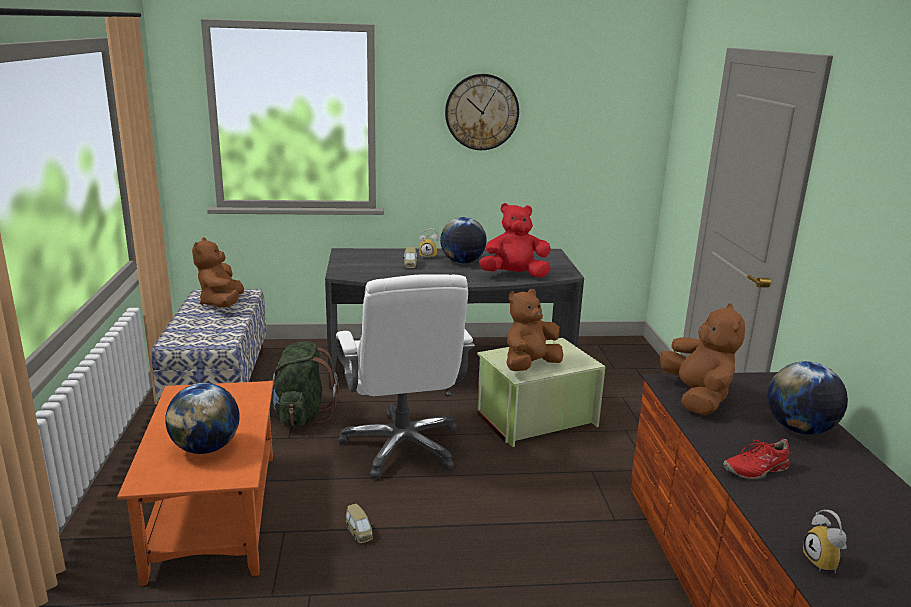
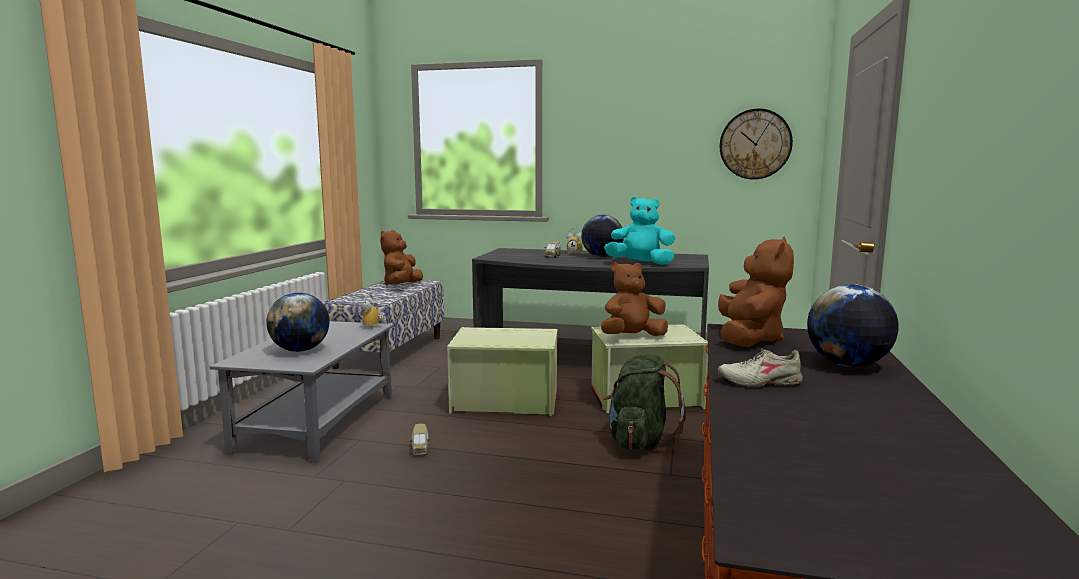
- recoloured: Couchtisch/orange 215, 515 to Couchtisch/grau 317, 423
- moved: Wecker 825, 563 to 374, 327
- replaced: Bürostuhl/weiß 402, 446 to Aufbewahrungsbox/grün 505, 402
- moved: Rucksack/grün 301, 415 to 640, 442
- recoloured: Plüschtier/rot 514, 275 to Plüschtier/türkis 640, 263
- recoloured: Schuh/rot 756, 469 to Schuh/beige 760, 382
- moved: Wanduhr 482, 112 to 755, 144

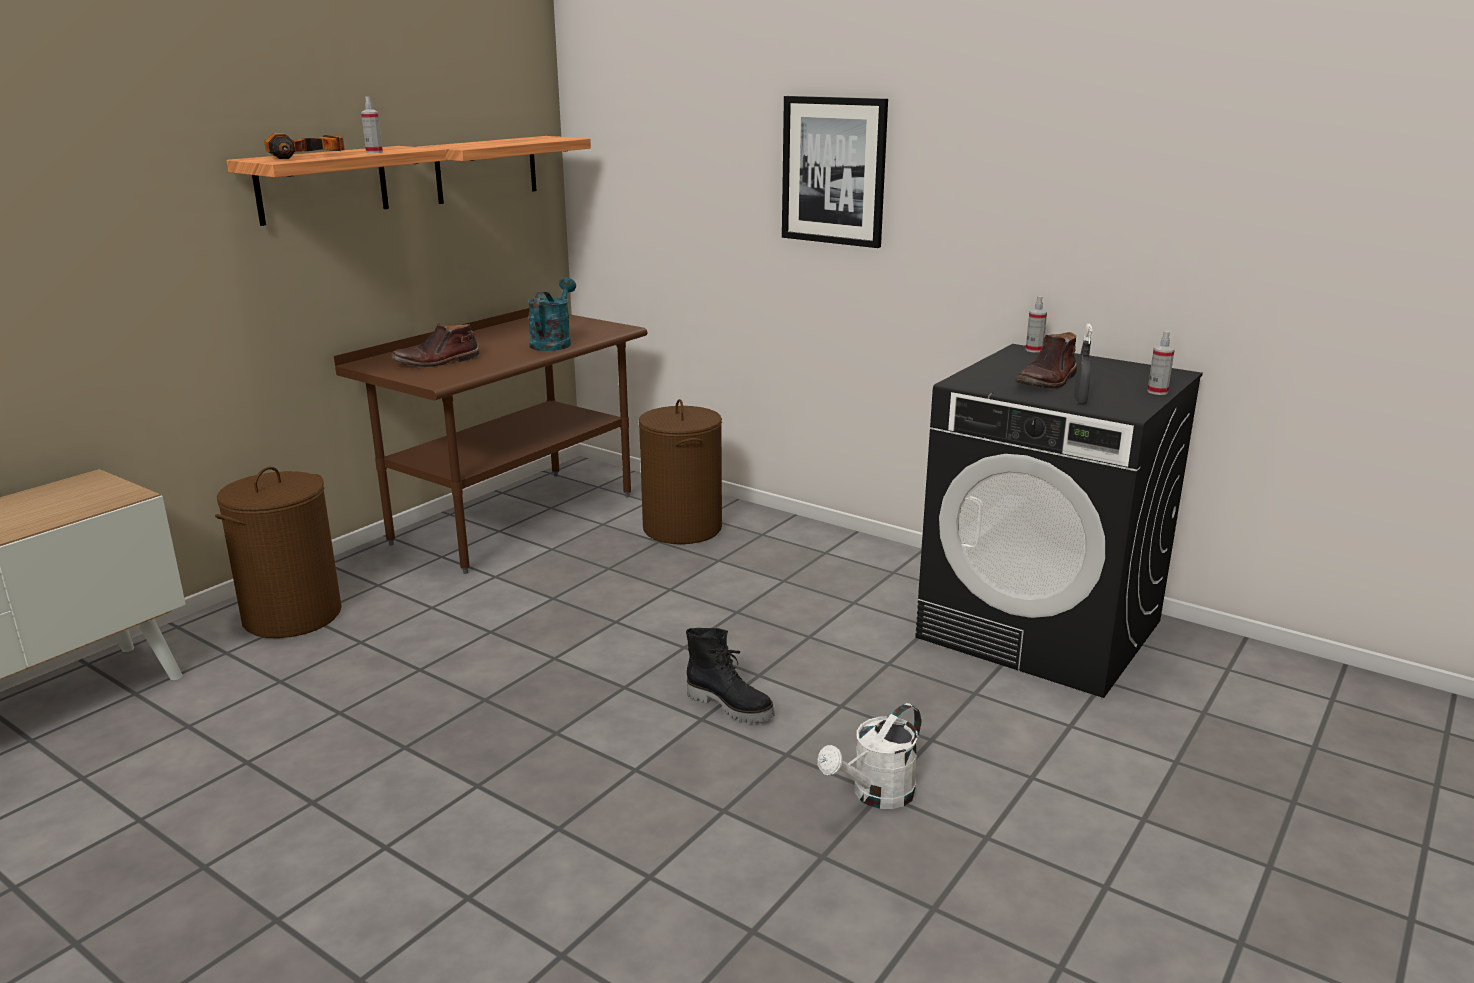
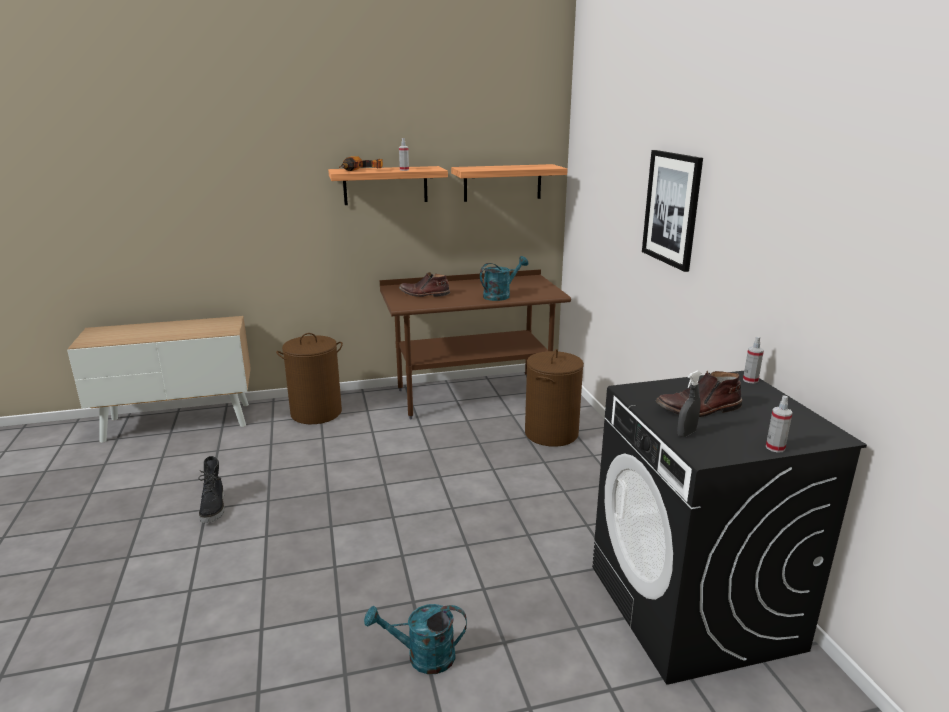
- moved: Stiefel/schwarz 731, 705 to 214, 508
- recoloured: Gießkanne/weiß 876, 795 to Gießkanne/türkis 422, 657

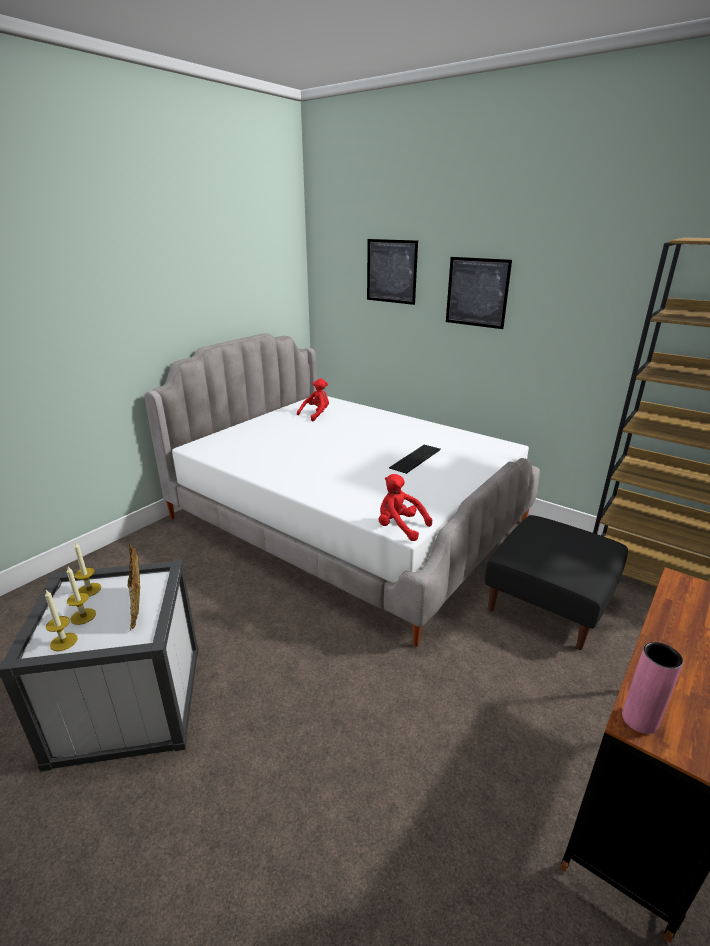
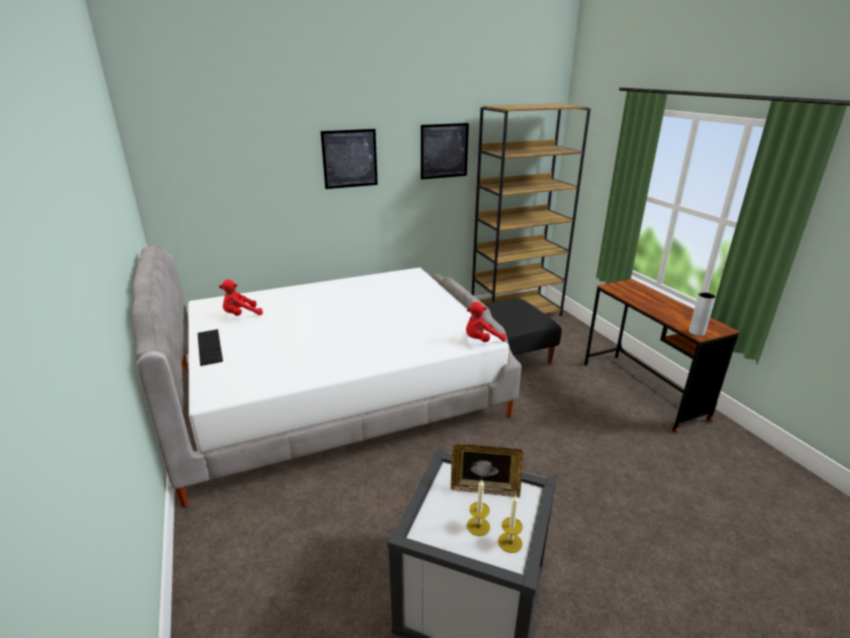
- moved: Tastatur 415, 458 to 209, 347
- turned: Plüschtier/rot 316, 414 = 241, 315 105 degrees counterclockwise
- moved: Bild 391, 271 to 444, 151
- recoloured: Vase/rosa 639, 719 to Vase/grau 696, 332
- removed: Kerze 89, 590

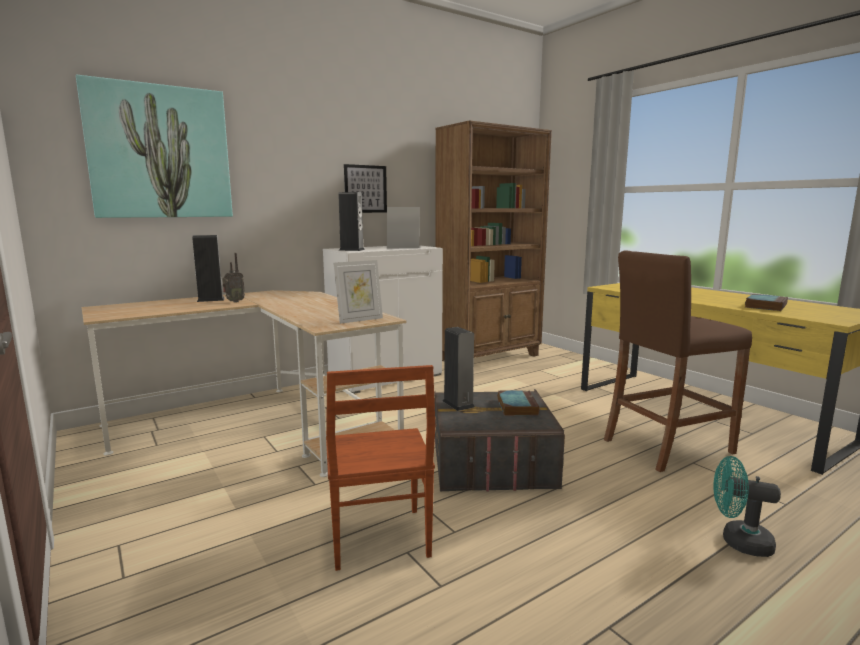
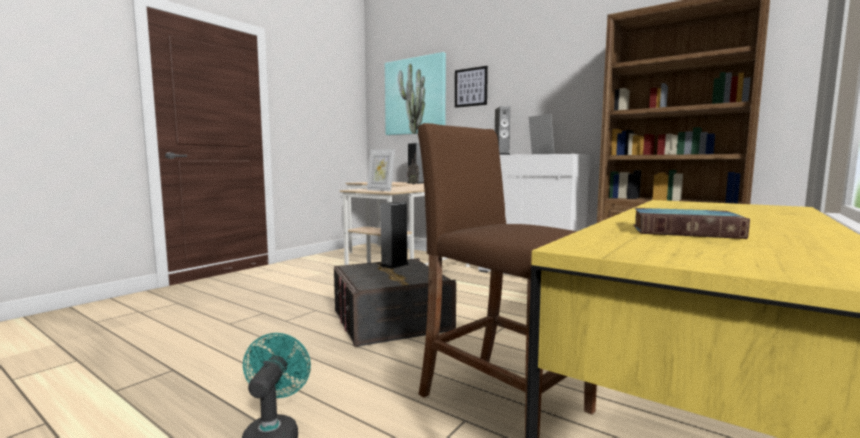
- moved: Bild 365, 189 to 471, 87
- removed: Stuhl/braun 377, 539
- removed: Buch 516, 406

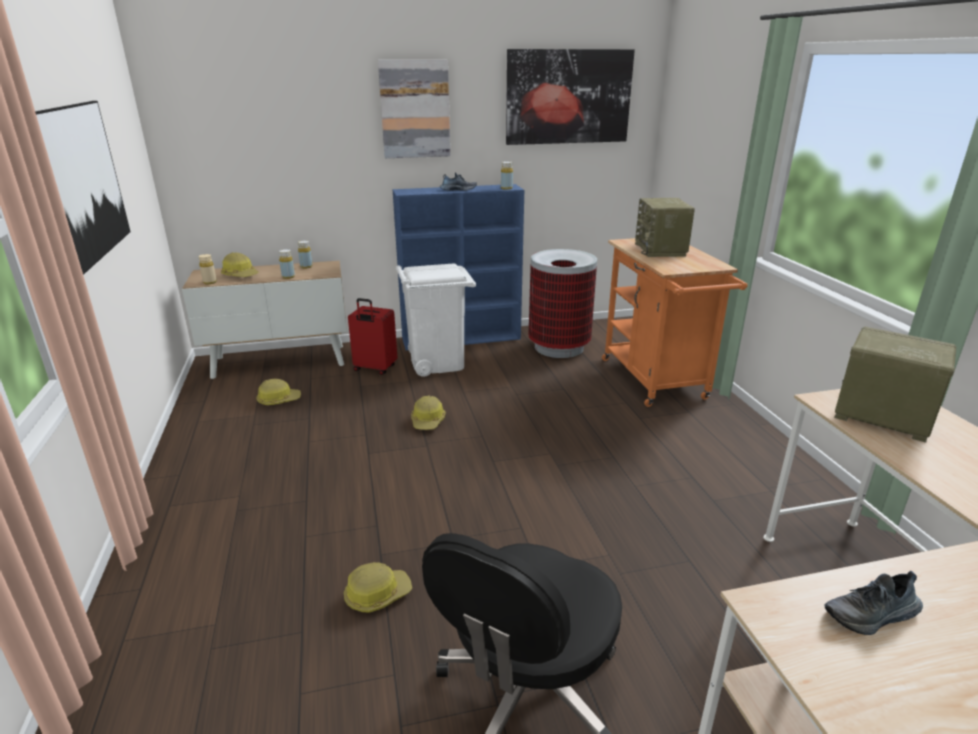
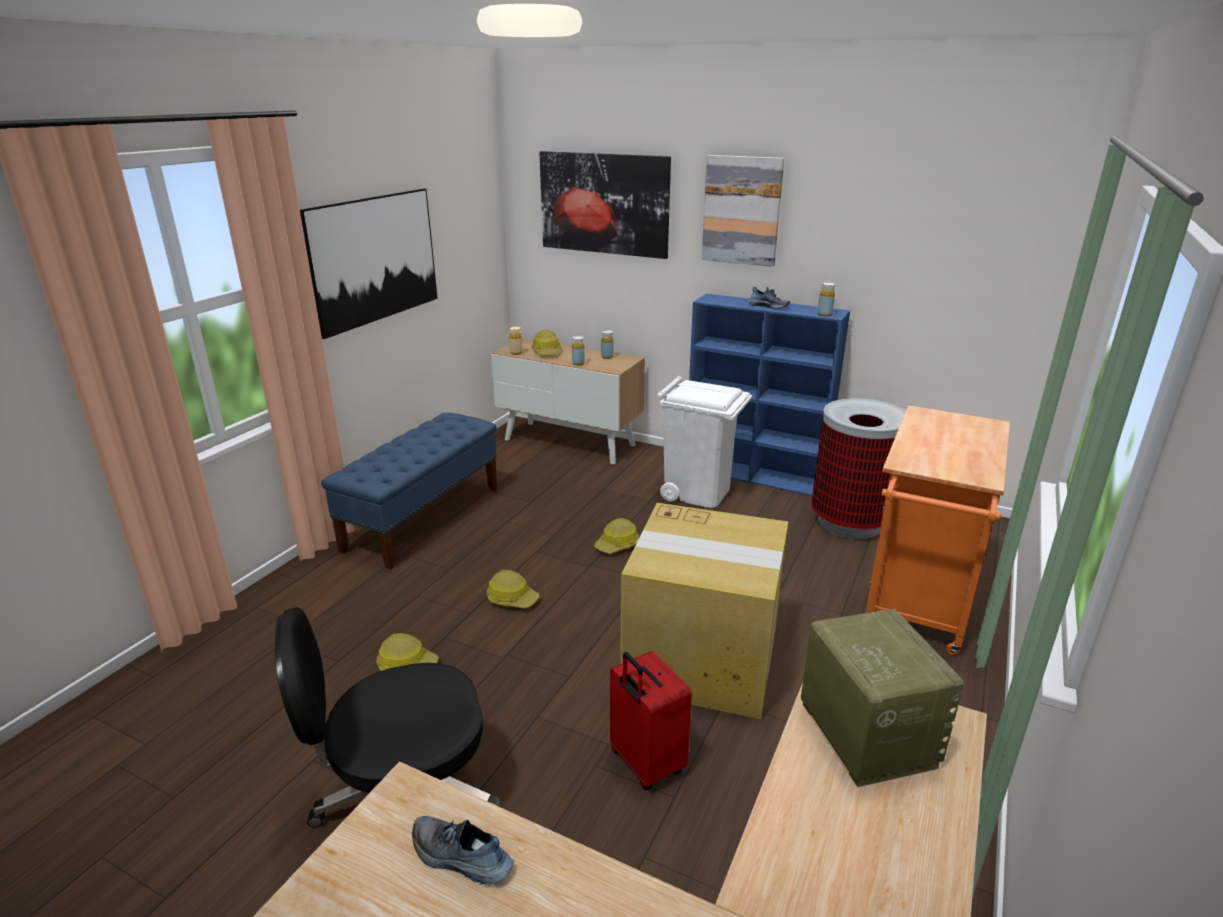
- added: Bank/blau 423, 518
- moved: Schutzhelm 278, 400 to 512, 598
- moved: Bild 568, 97 to 604, 204
- moved: Koffer/rot 374, 369 to 645, 763
- added: Karton 704, 658
- removed: Radio 661, 250

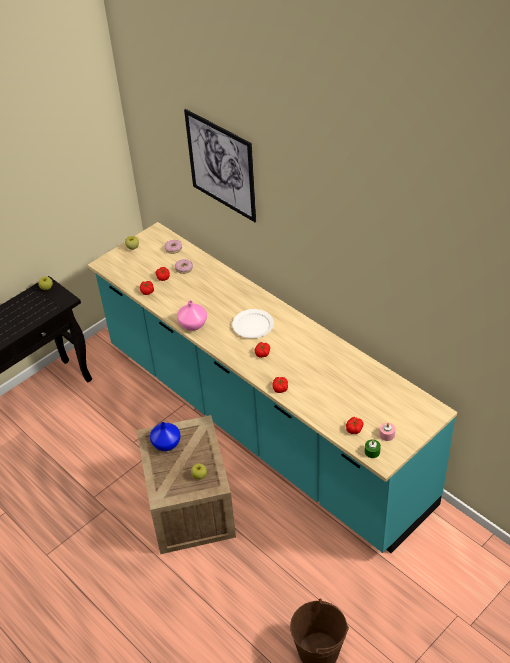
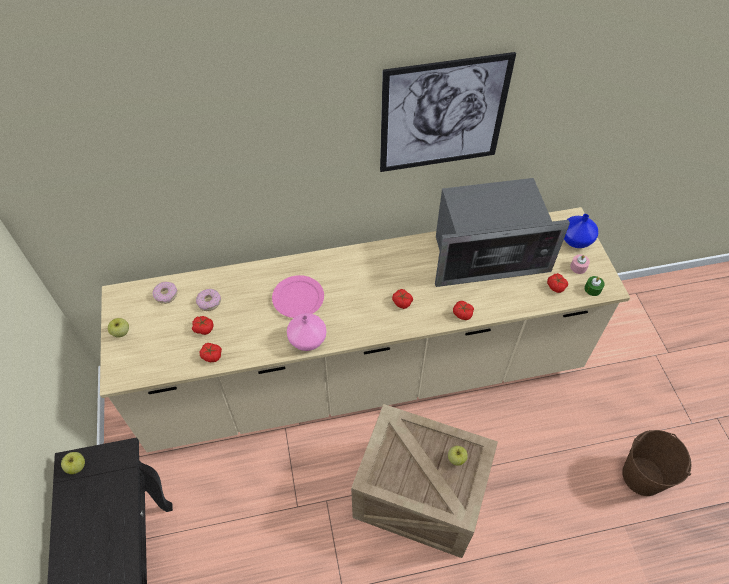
- recoloured: Küchenzeile/türkis 261, 423 to Küchenzeile/beige 364, 376
- added: Teller/rosa 297, 298
- moved: Bild 221, 165 to 443, 115
- added: Mikrowelle 486, 255
- moved: Vase/blau 166, 444 to 576, 240
- removed: Teller/weiß 253, 325

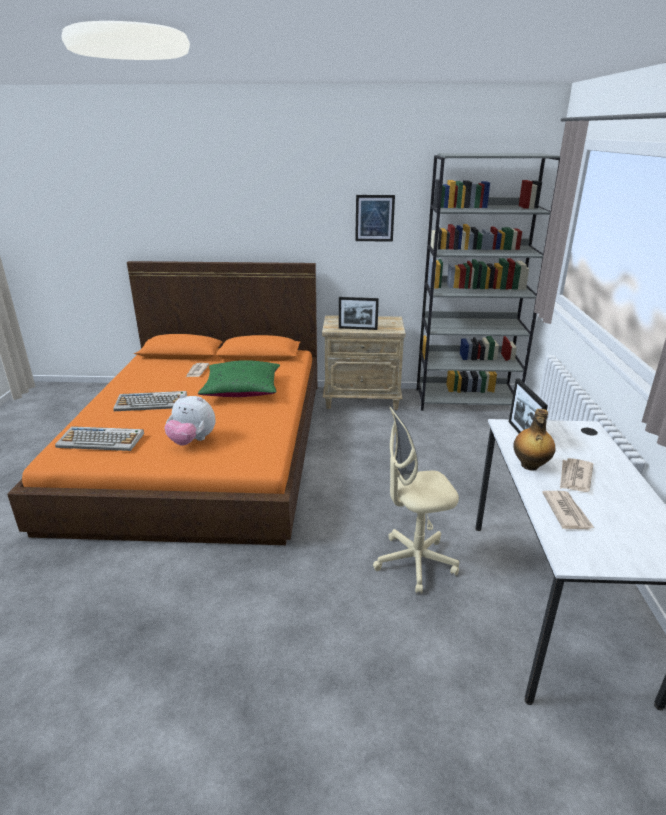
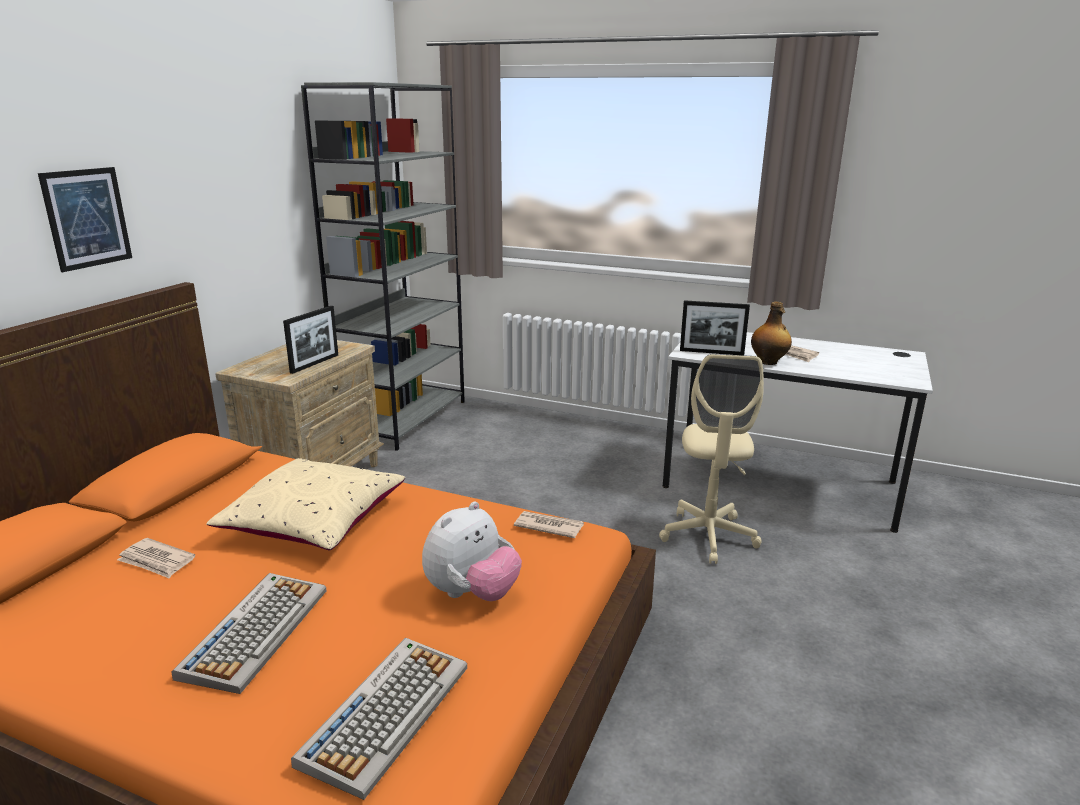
- moved: Bild 374, 218 to 87, 218
- recoloured: Kissen/grün 242, 390 to Kissen/beige 314, 521
- moved: Zeitung 566, 512 to 548, 526

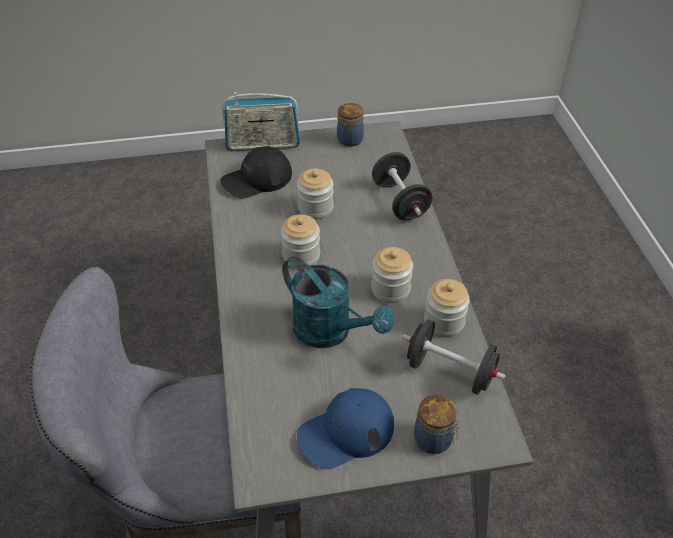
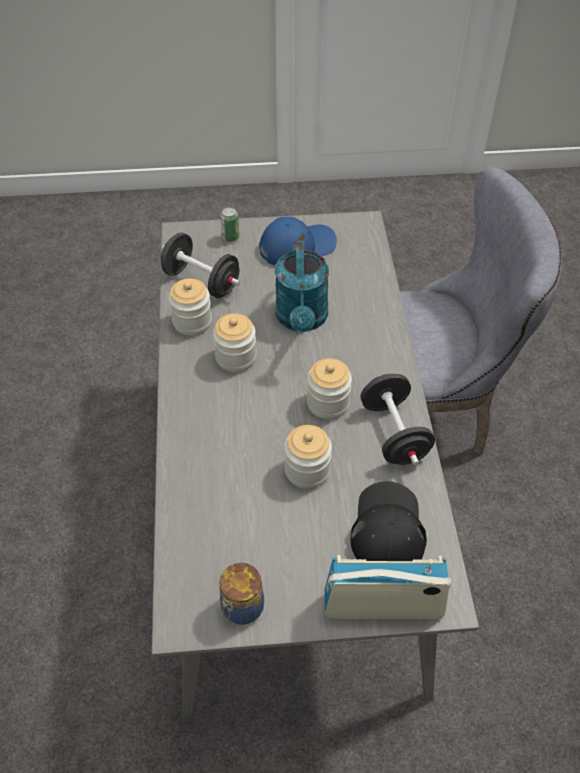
- replaced: Vorratsglas 434, 440 to Dose 230, 237
- turned: Gießkanne/türkis 331, 332 = 302, 320 135 degrees counterclockwise
- turned: Kappe/schwarz 256, 179 = 387, 529 60 degrees counterclockwise
- moved: Hantel/schwarz 400, 201 to 394, 433

